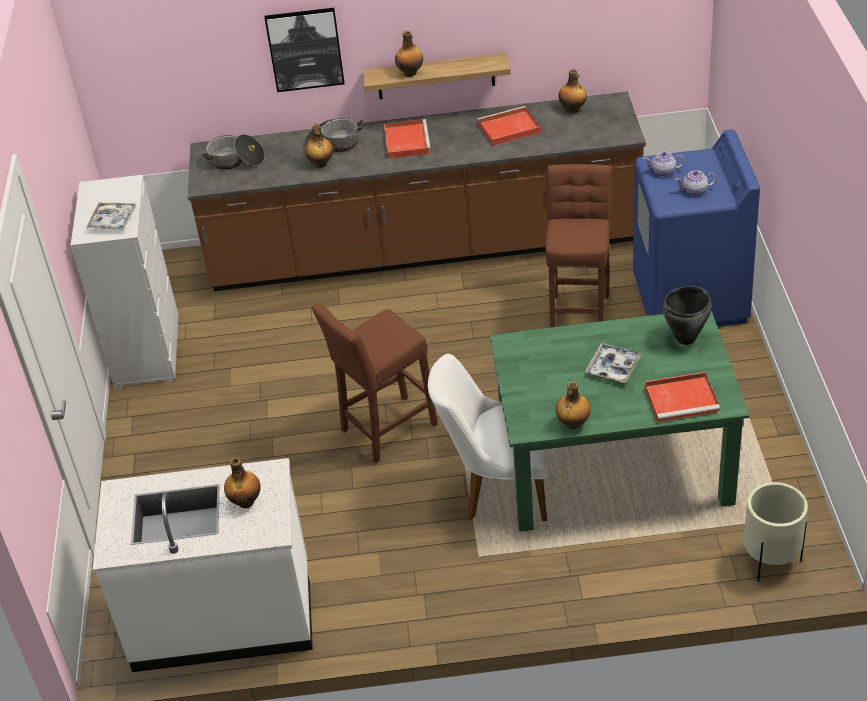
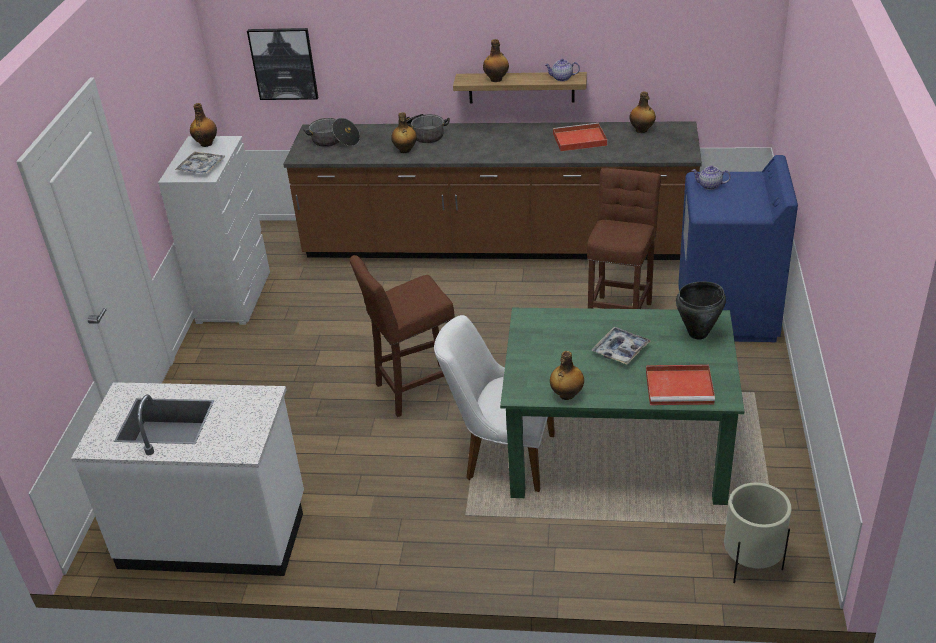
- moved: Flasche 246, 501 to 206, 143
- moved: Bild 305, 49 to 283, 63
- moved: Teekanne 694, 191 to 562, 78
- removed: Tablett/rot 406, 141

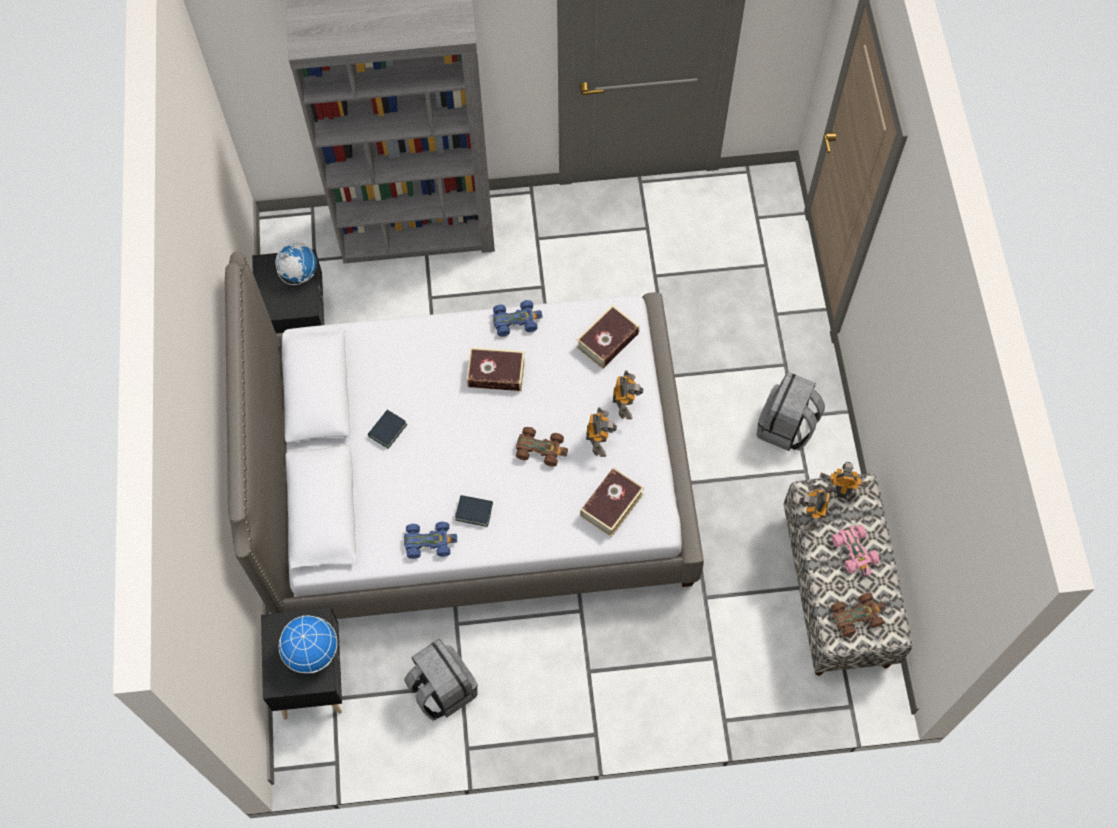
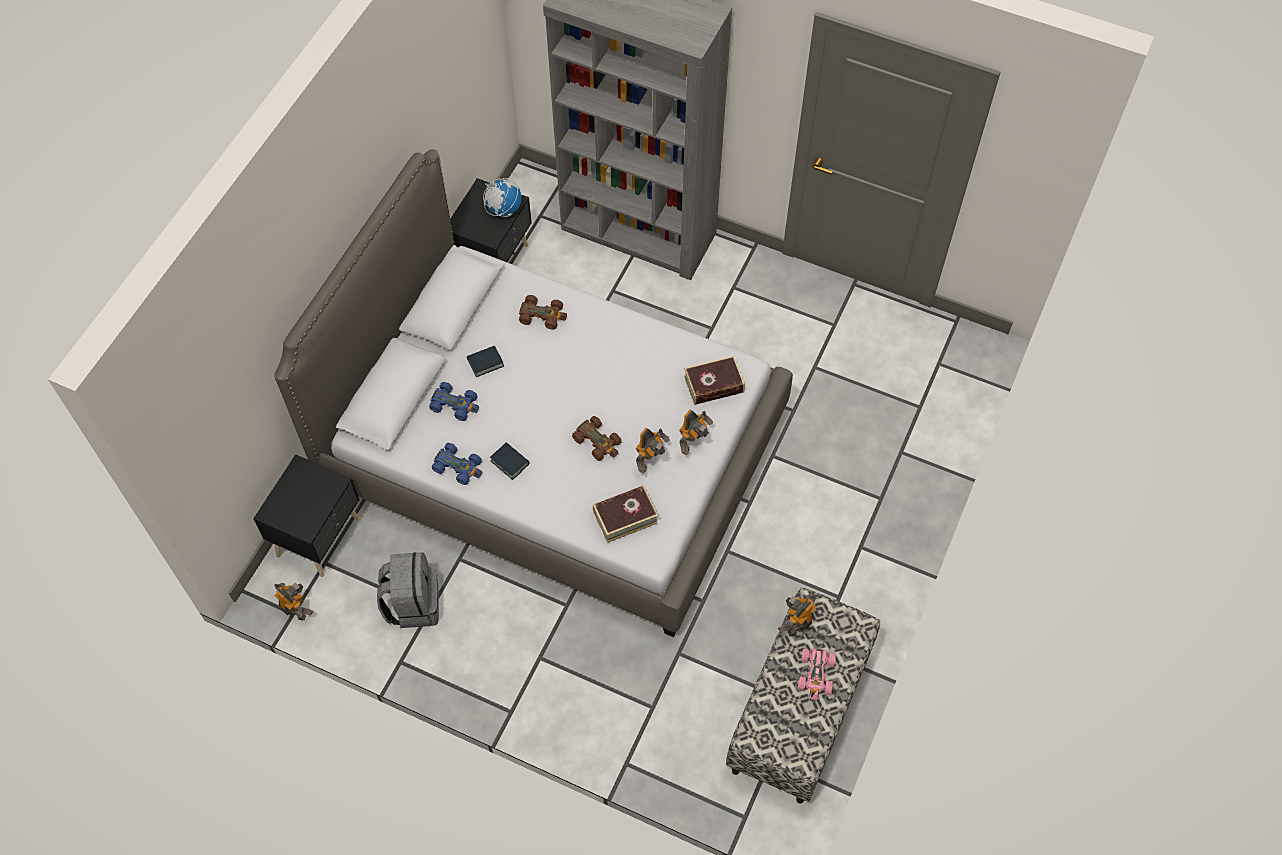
- moved: Spielzeugroboter 840, 491 to 296, 609
- moved: Spielzeugauto/blau 516, 321 to 455, 404
- moved: Spielzeugauto/braun 856, 616 to 542, 315
- removed: Globus 312, 652
- removed: Buch 496, 373
- removed: Rucksack/grau 786, 427

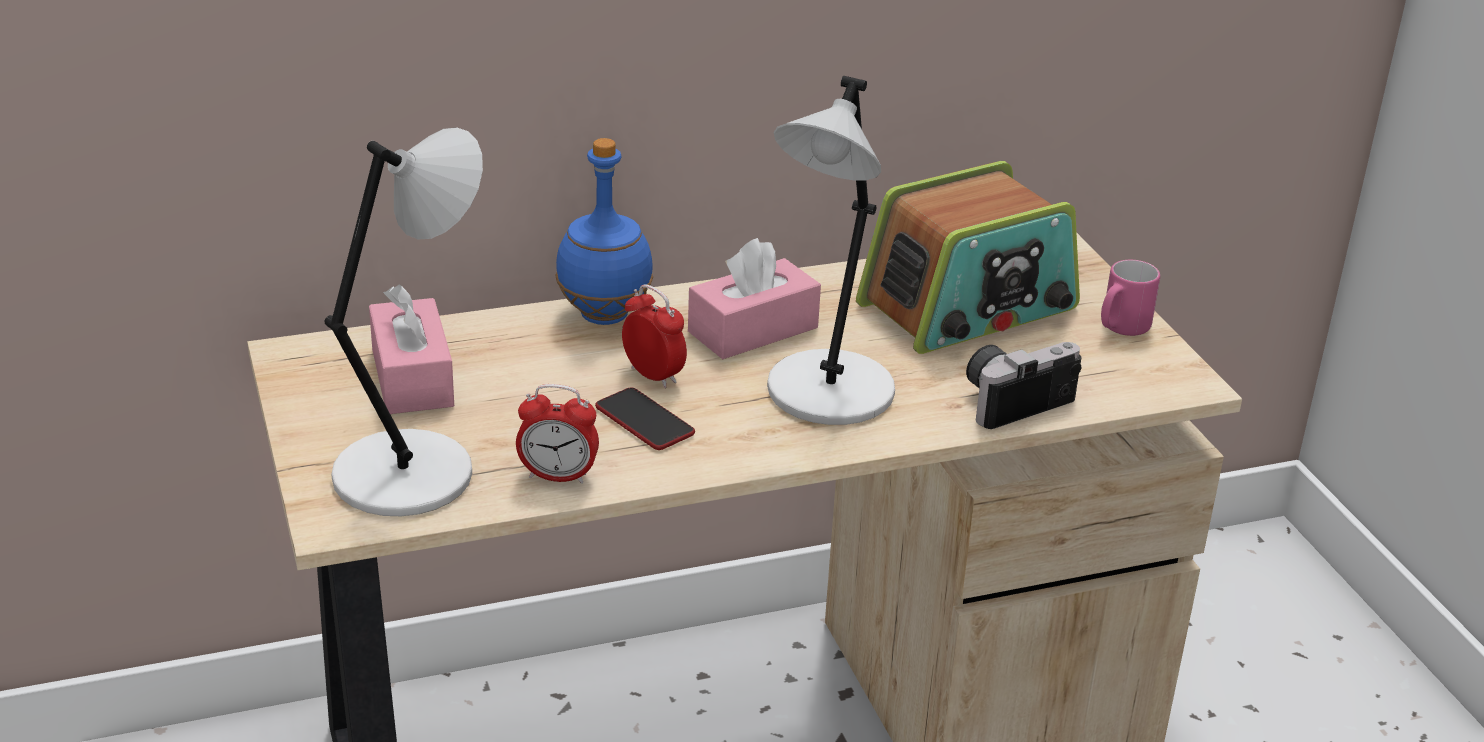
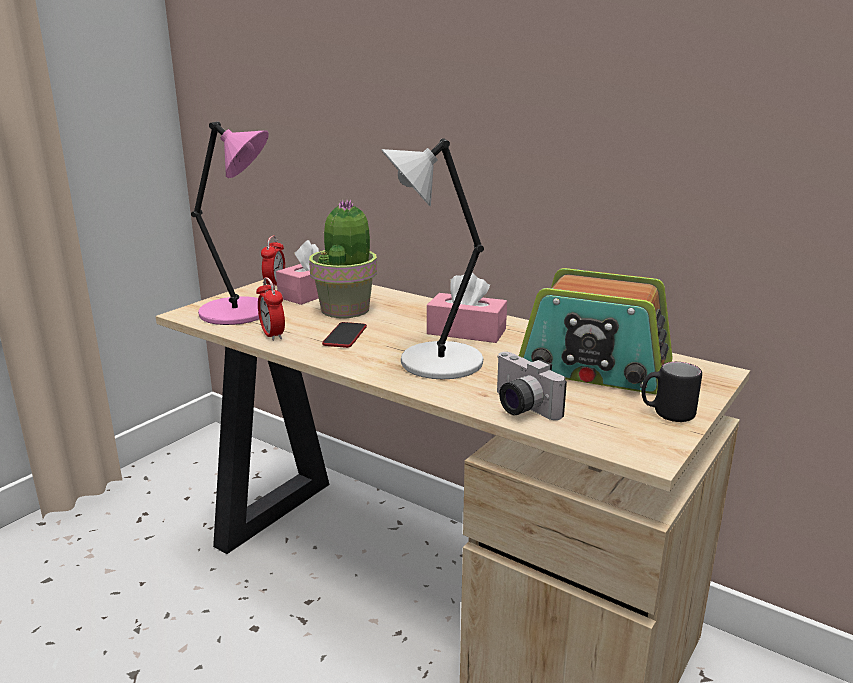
- recoloured: Tischlampe/grau 410, 472 to Tischlampe/rosa 239, 313
- moved: Wecker 653, 375 to 275, 285
- added: Topfpflanze 346, 309
- turned: Kamera 1013, 399 = 519, 407 150 degrees counterclockwise
- recoloured: Henkelbecher/rosa 1120, 329 to Henkelbecher/schwarz 666, 414
- removed: Flasche/blau 604, 316

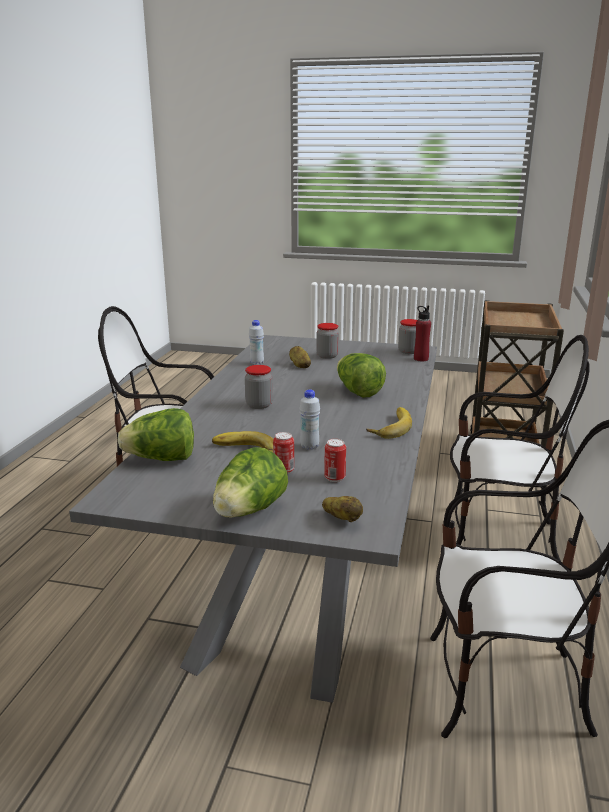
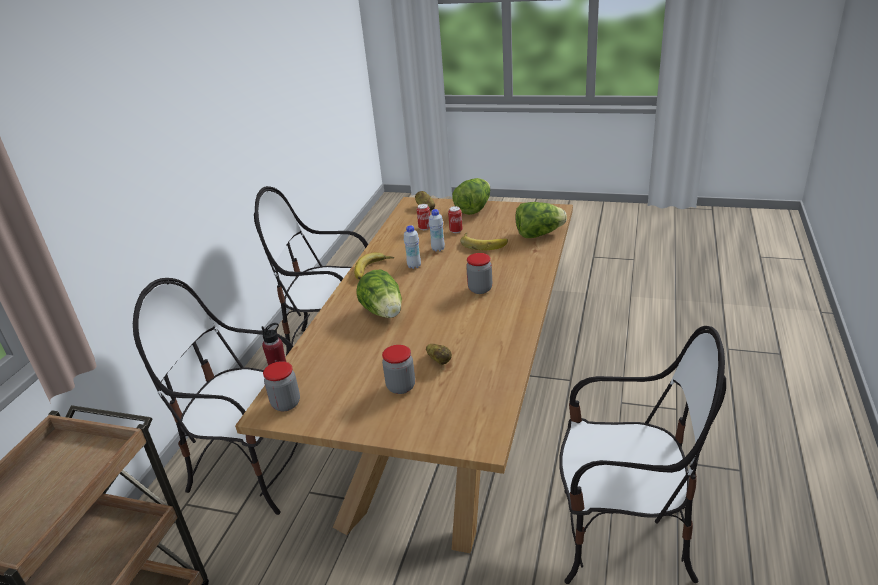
- recoloured: Esstisch/grau 306, 570 to Esstisch/braun 449, 425
- moved: Flasche/weiß 257, 363 to 414, 266

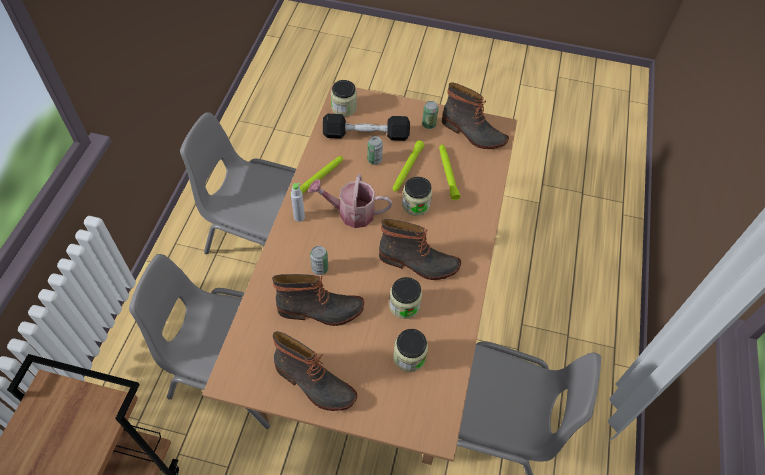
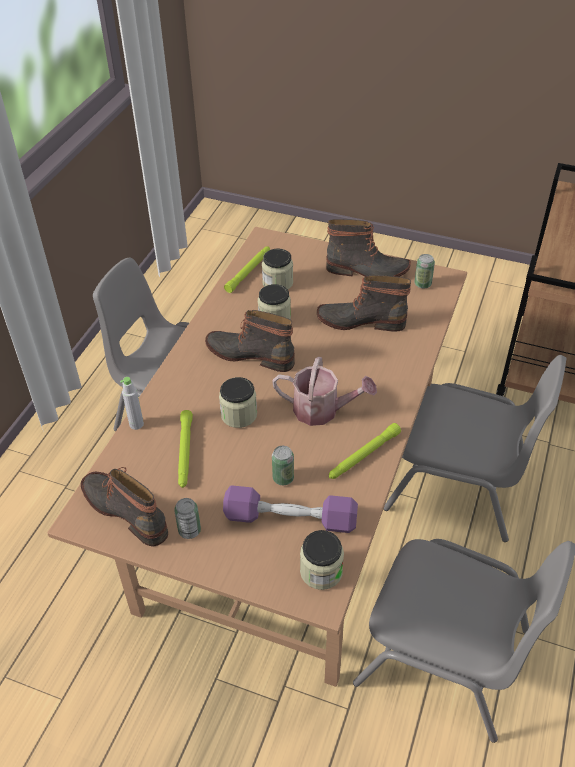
- moved: Flasche/grau 299, 217 to 136, 424
- recoloured: Hantel/schwarz 366, 135 to Hantel/lila 290, 519
- moved: Taschenlampe/grün 407, 169 to 249, 271
- turned: Stiefel 314, 384 = 367, 271 150 degrees clockwise
- moved: Dose 320, 268 to 422, 284

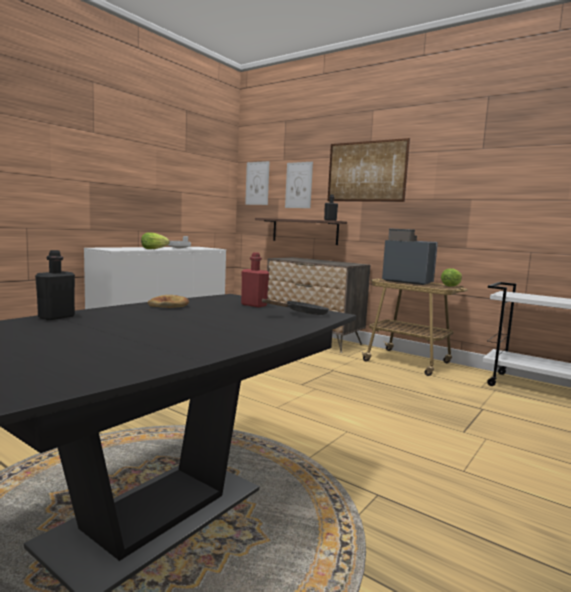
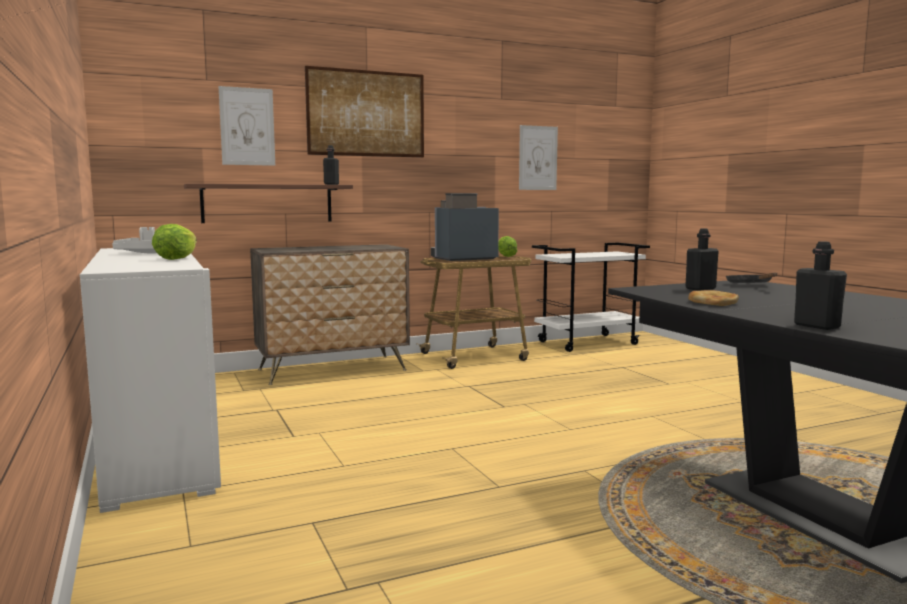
- moved: Bild 257, 183 to 538, 158
- recoloured: Flasche/rot 254, 305 to Flasche/schwarz 700, 288

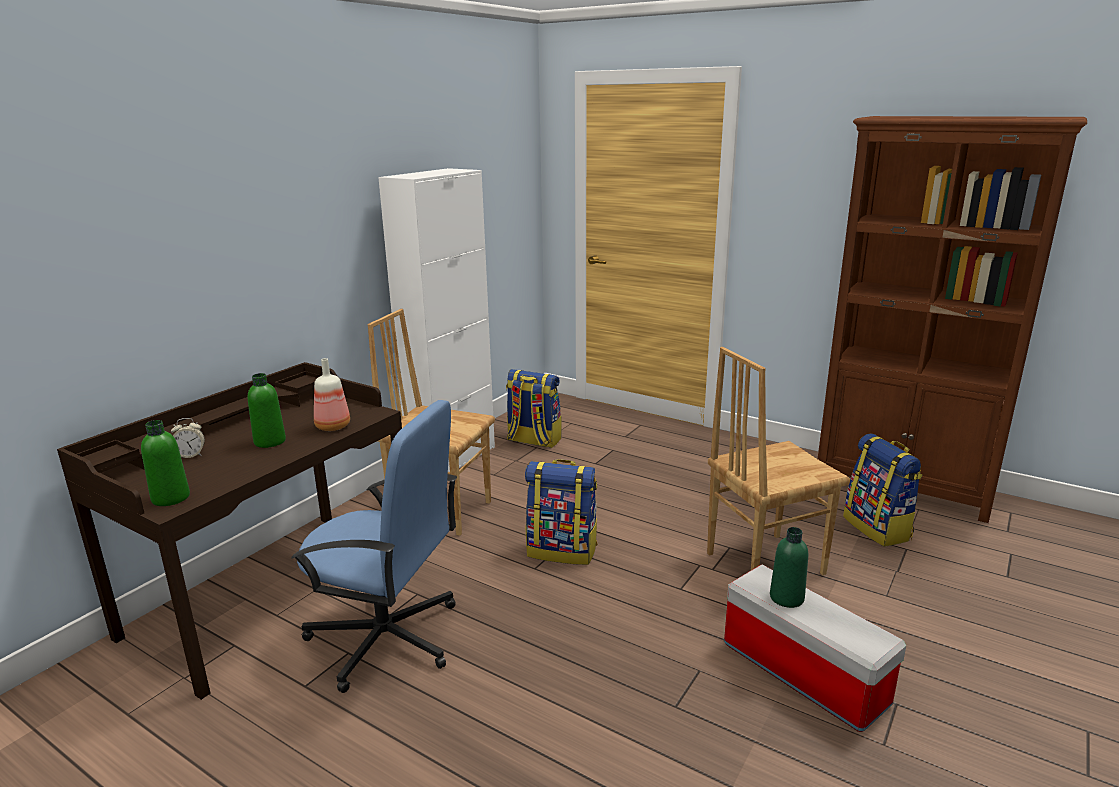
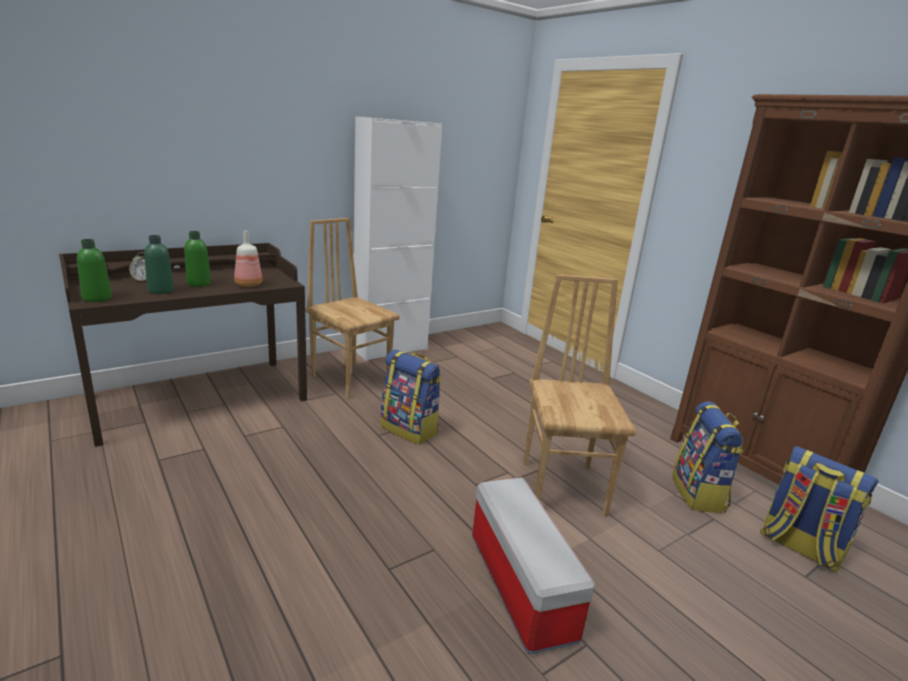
- moved: Flasche/grün 786, 598 to 161, 291
- turned: Stuhl/braun 763, 563 = 564, 487 90 degrees clockwise
- moved: Rucksack 533, 441 to 799, 546
- removed: Bürostuhl/blau 386, 638

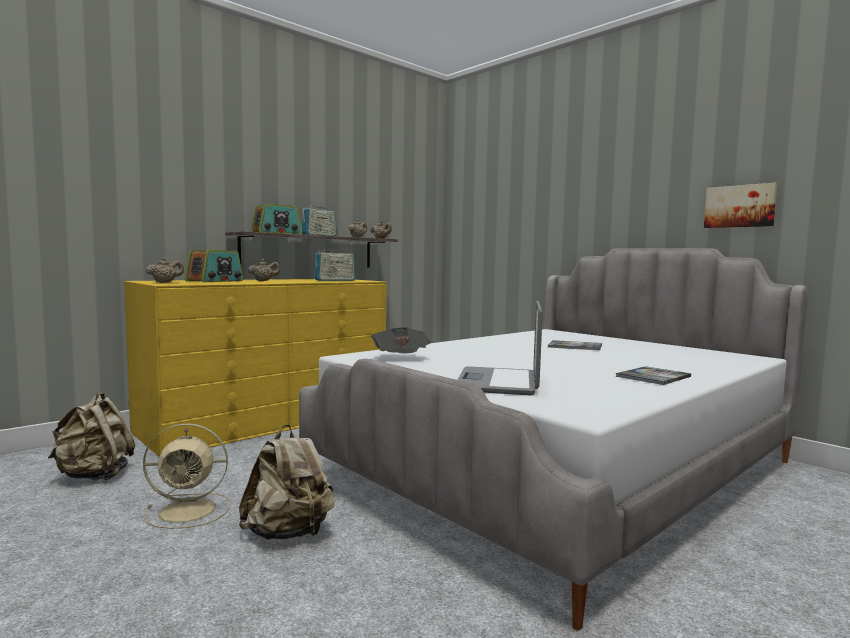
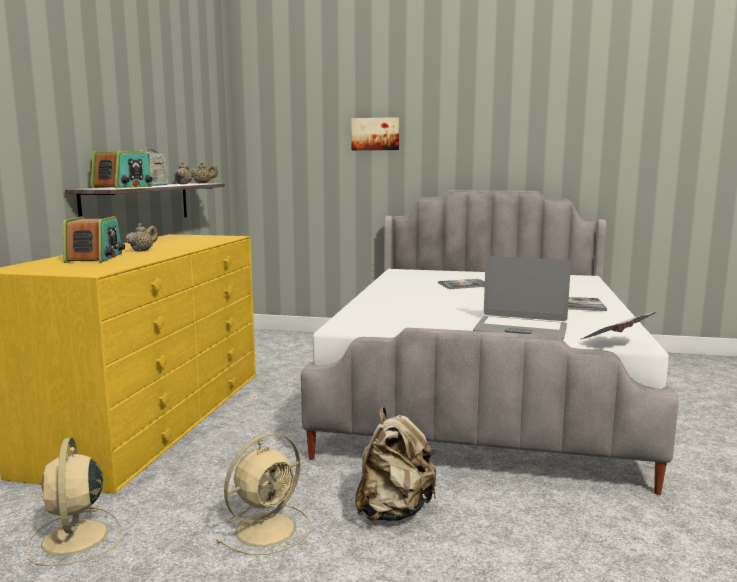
- replaced: Rucksack/beige 94, 476 to Ventilator/beige 75, 539
- moved: Bild 740, 206 to 375, 134
- turned: Laptop 499, 382 = 521, 329 45 degrees counterclockwise
- moved: Zeitung 401, 358 to 615, 344
- removed: Teekanne/beige 165, 282
- removed: Radio 335, 280

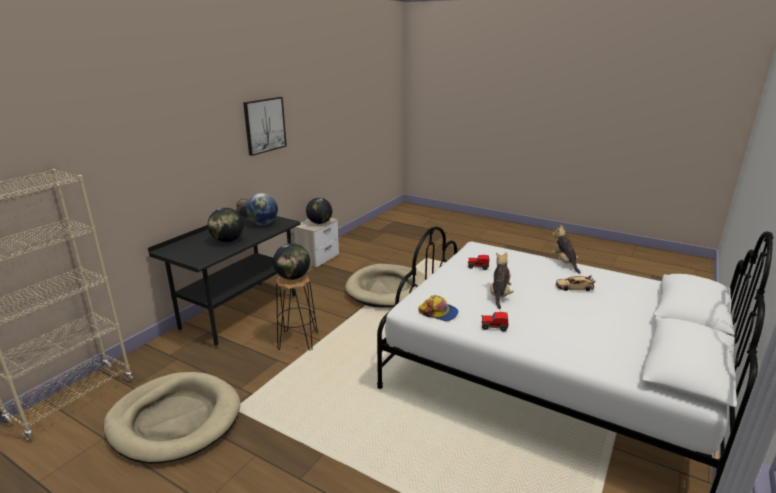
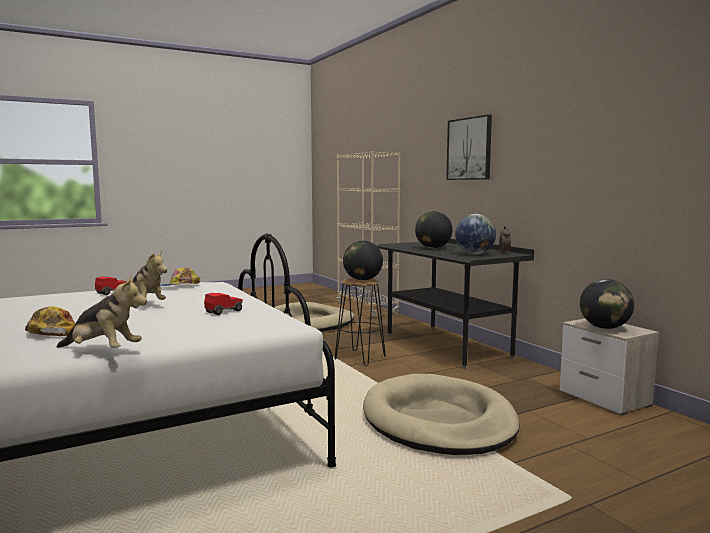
- replaced: Spielzeugauto/beige 574, 287 to Kappe 51, 332
- moved: Bild 264, 125 to 469, 149

